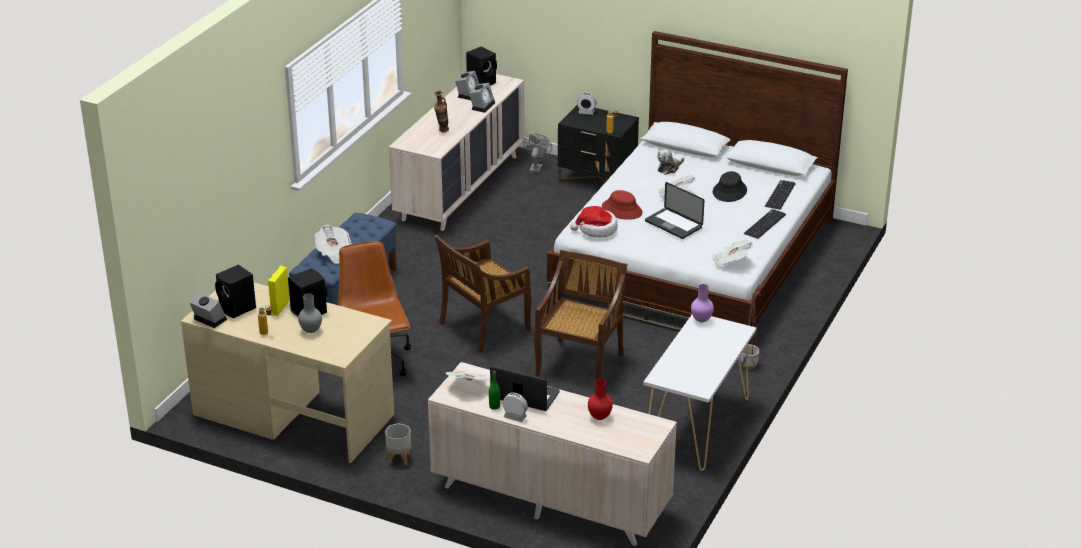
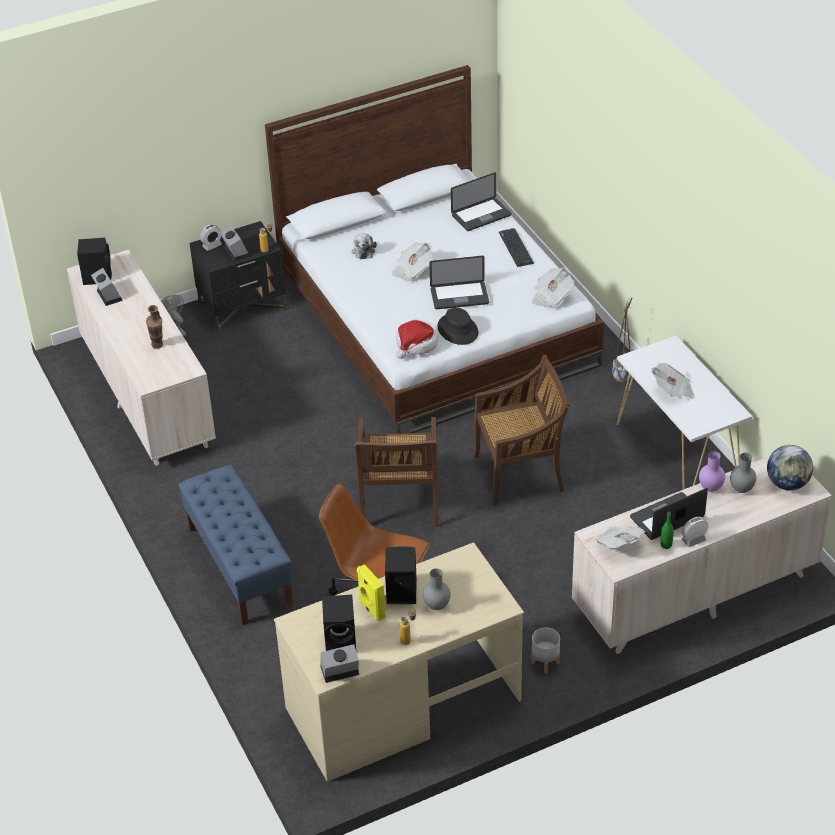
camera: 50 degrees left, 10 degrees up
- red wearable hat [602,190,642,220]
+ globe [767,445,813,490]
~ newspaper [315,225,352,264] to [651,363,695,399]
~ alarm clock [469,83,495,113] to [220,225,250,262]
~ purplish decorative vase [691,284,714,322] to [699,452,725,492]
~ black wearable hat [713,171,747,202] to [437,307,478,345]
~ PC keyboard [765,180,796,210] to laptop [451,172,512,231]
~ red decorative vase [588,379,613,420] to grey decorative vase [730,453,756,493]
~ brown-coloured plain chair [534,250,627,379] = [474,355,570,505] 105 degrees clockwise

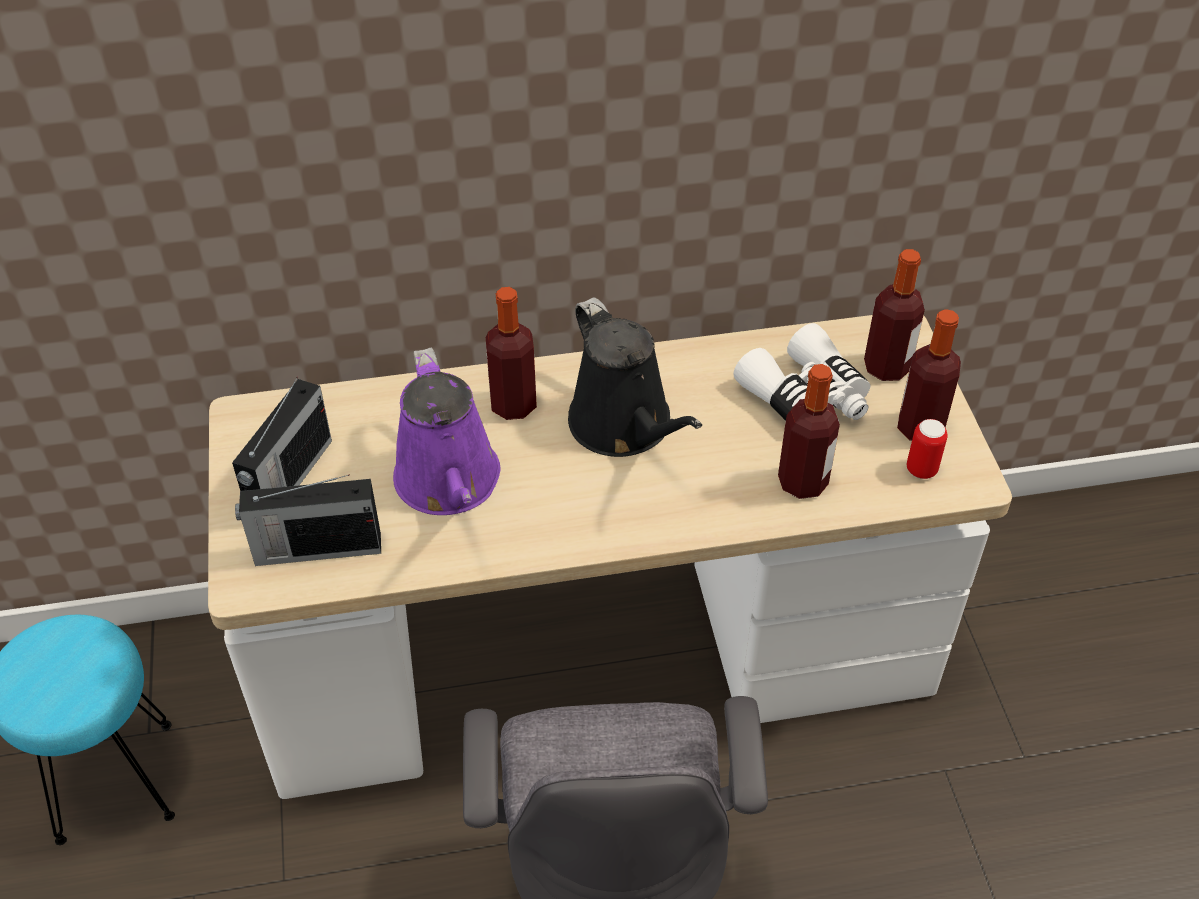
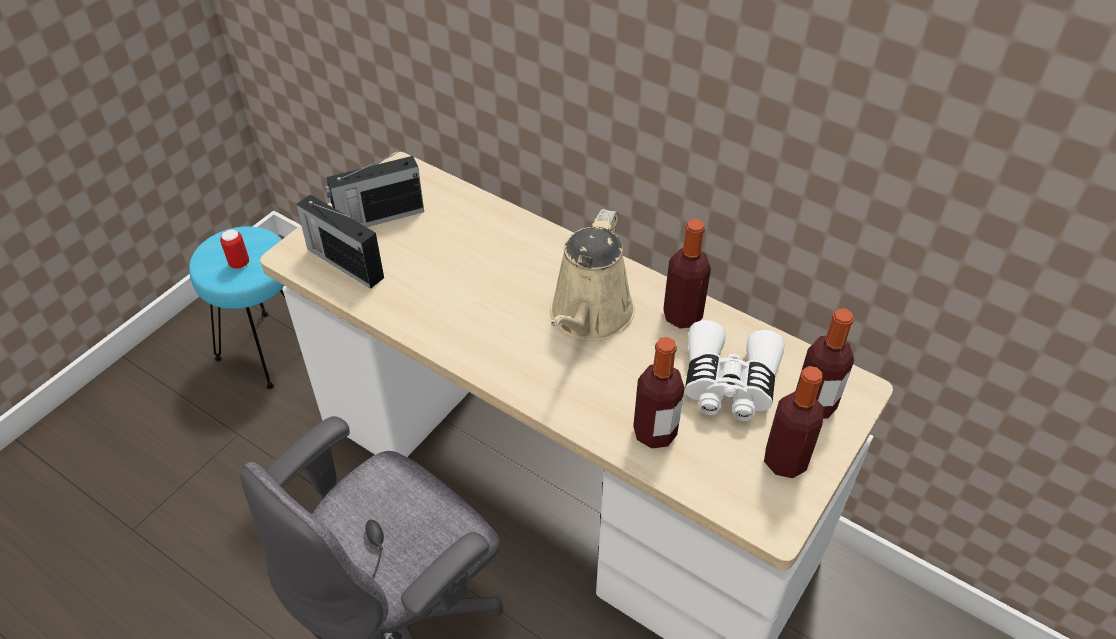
camera: 45 degrees right, 0 degrees up
- purplish sprinkling can [393,348,500,515]
~ drink bottle [486,287,537,420] to [663,219,711,329]
~ can [907,419,948,479] to [220,229,249,269]
~ black sprinkling can [568,297,702,457] to beige-coloured sprinkling can [550,209,635,341]

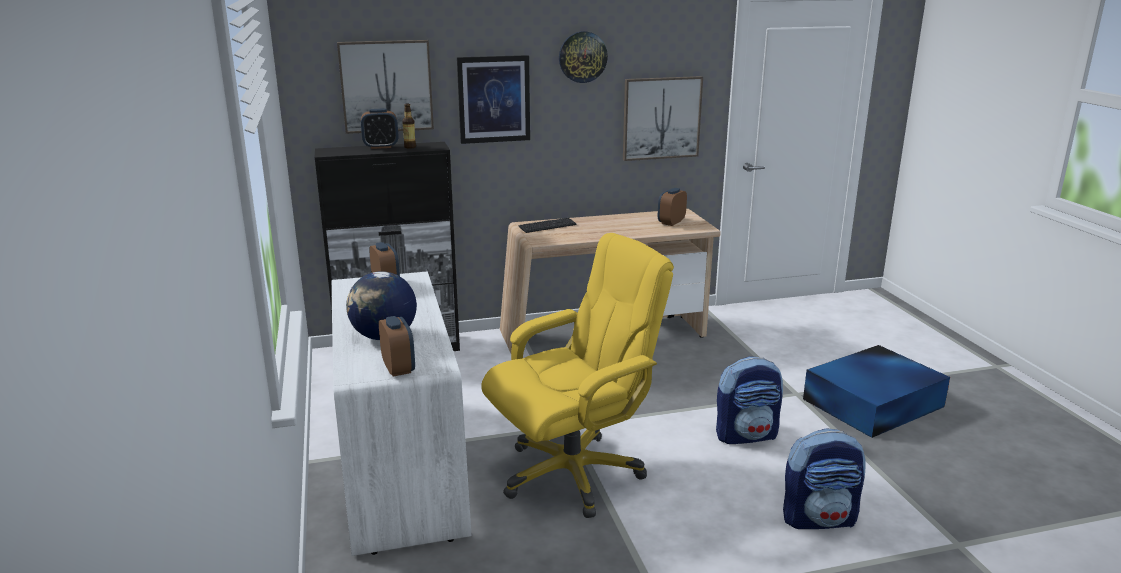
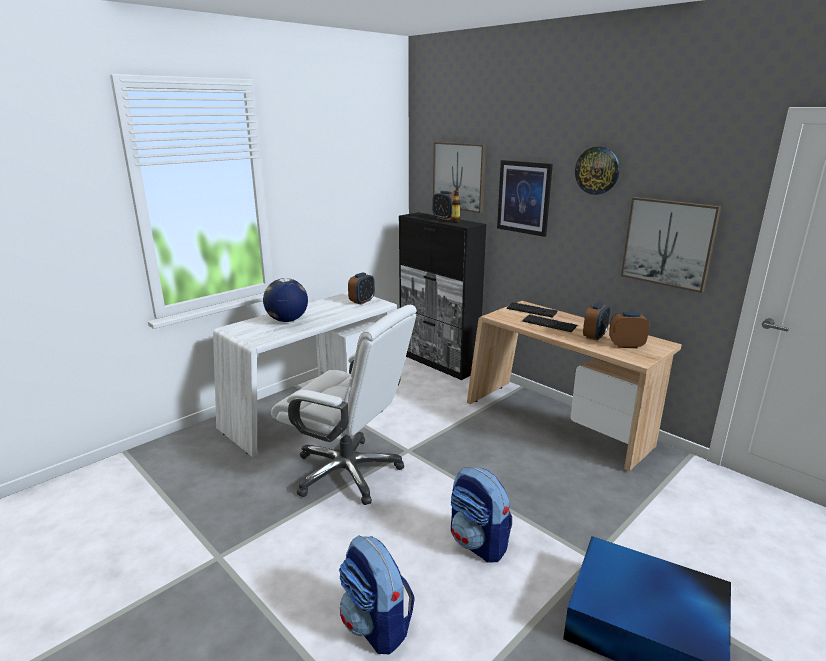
camera: 60 degrees right, 0 degrees up
+ PC keyboard [522,315,577,332]
~ alarm clock [379,316,415,377] to [583,302,610,341]
~ yellow-coloured desk chair [481,233,674,518] to white-coloured desk chair [271,305,417,505]

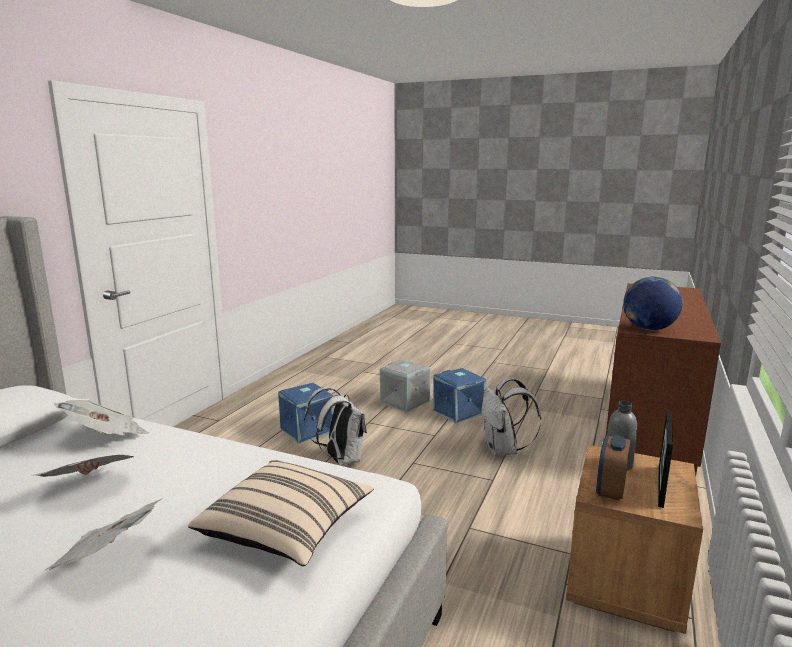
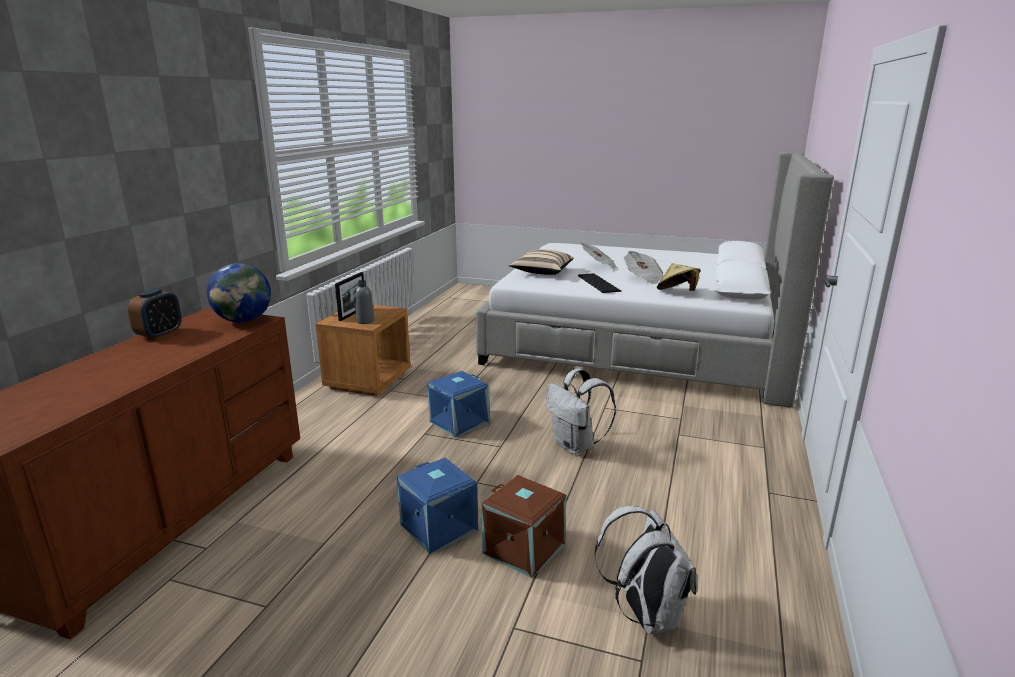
camera: 175 degrees right, 5 degrees up
+ PC keyboard [578,273,621,293]
~ bluish storage box [278,383,334,444] to [427,371,489,438]
~ white-coloured backpack [481,378,541,456] to [595,506,697,634]
~ alarm clock [596,435,630,501] to [128,289,182,339]
~ newspaper [54,400,149,435] to beige-coloured wearable hat [657,263,701,291]
~ grey storage box [380,359,430,412] to brown-coloured storage box [482,475,567,578]

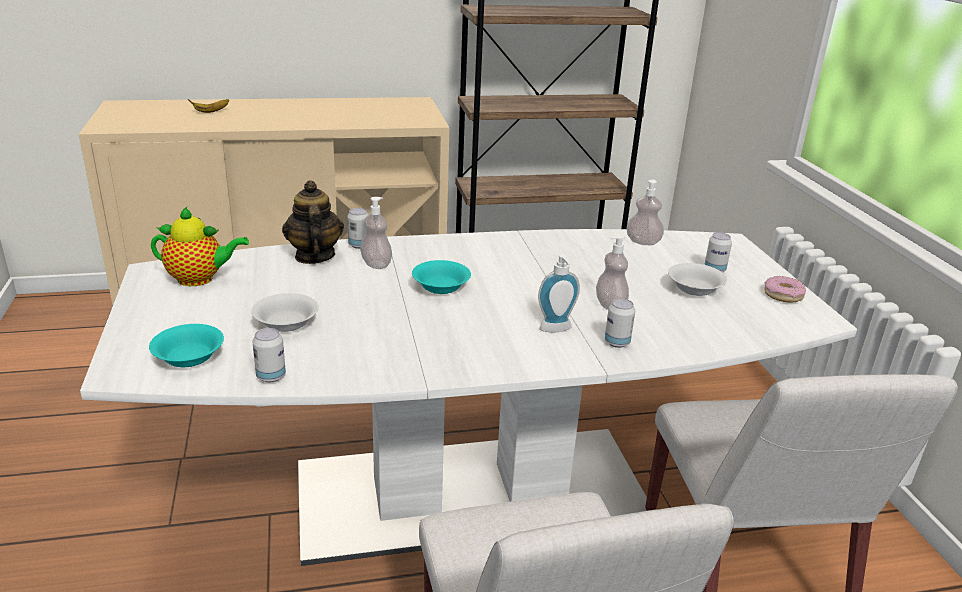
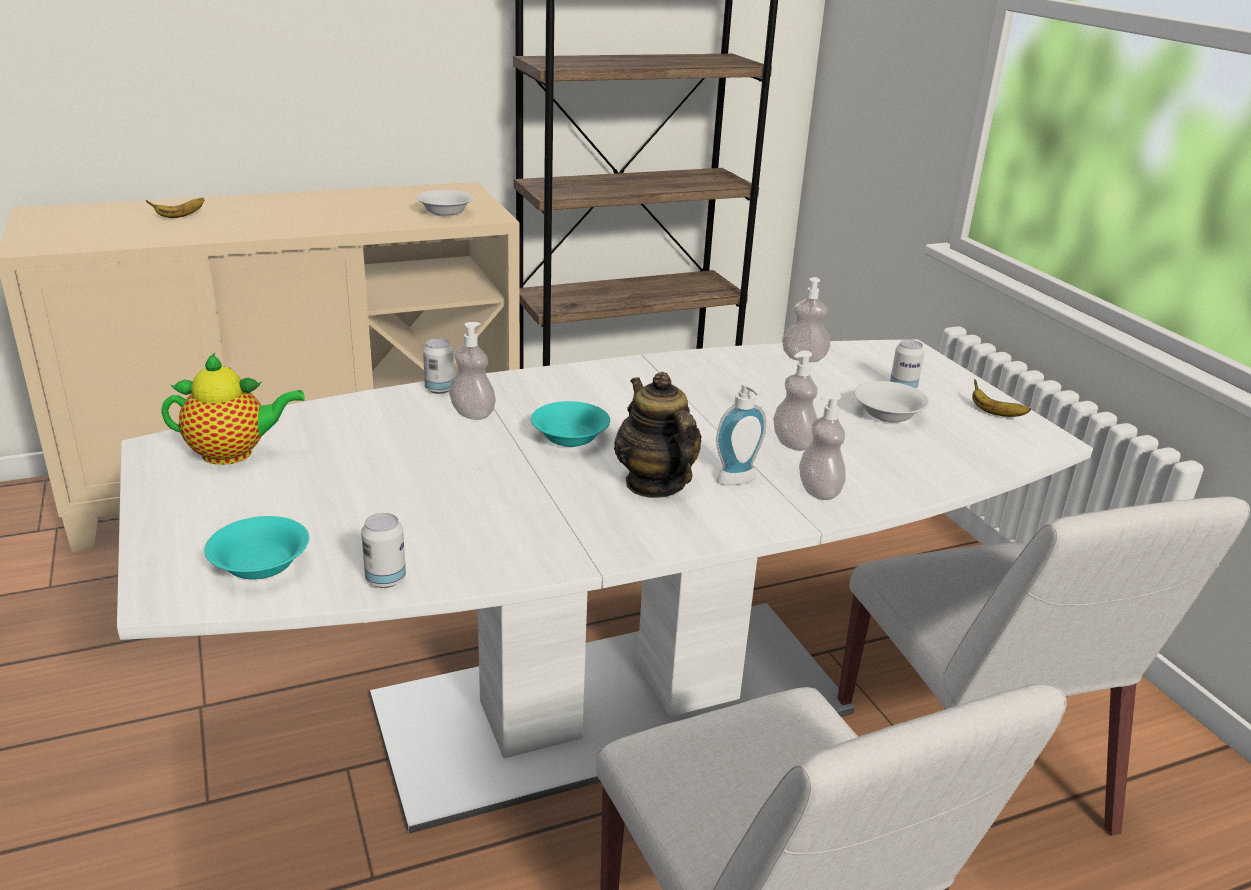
camera: 10 degrees left, 0 degrees up
~ white-coloured deep dish [252,293,319,332] to [416,190,474,216]
~ teapot [282,180,344,264] to [614,372,702,498]
~ can [605,298,635,348] to soap dispenser [799,392,846,500]
~ ring doughnut [764,276,806,303] to whole banana [972,379,1031,417]

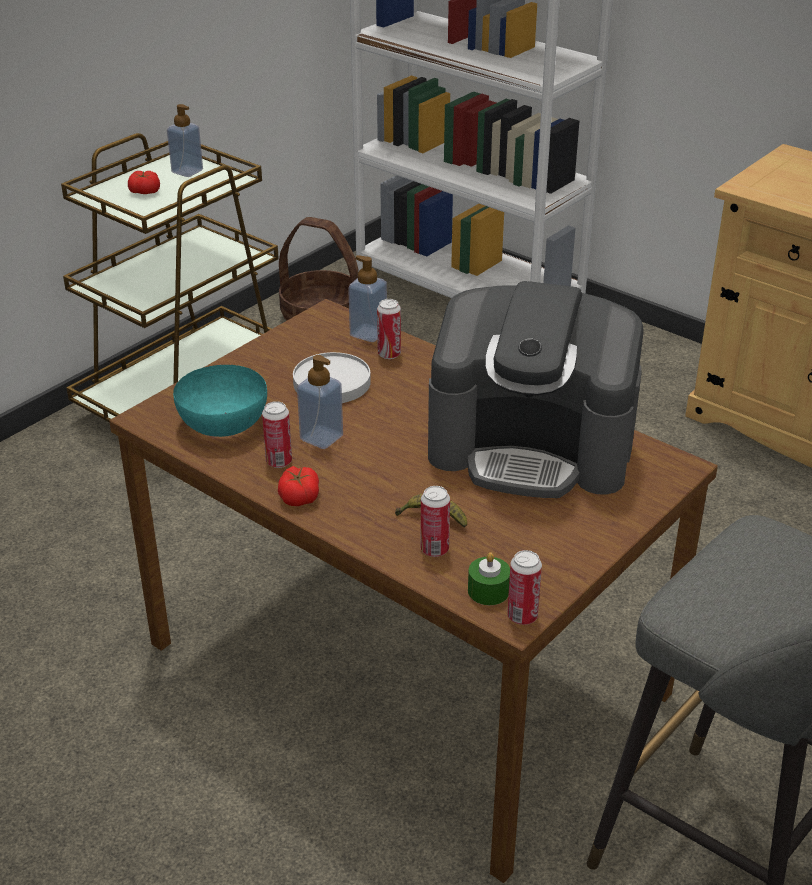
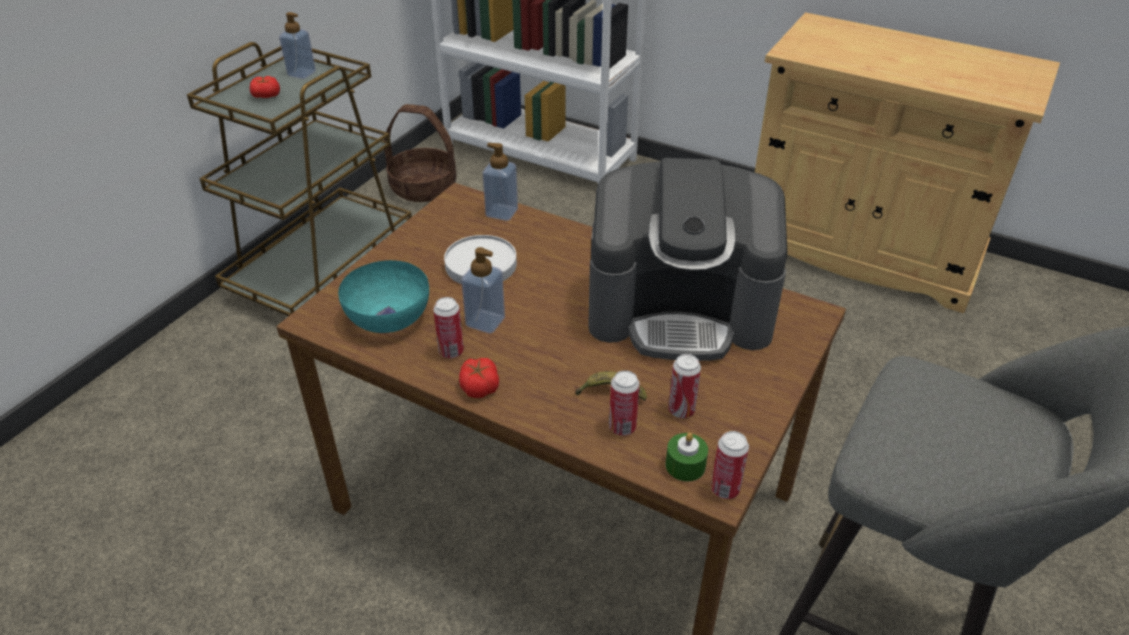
camera: 10 degrees left, 5 degrees up
~ can [377,299,401,359] to [668,354,701,418]

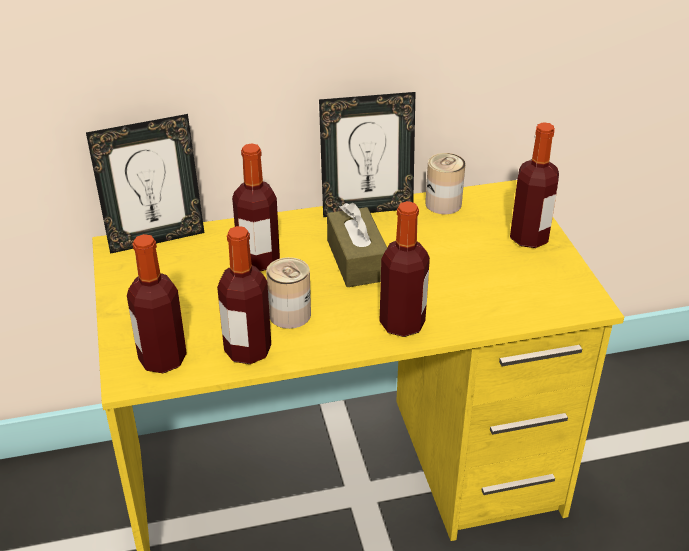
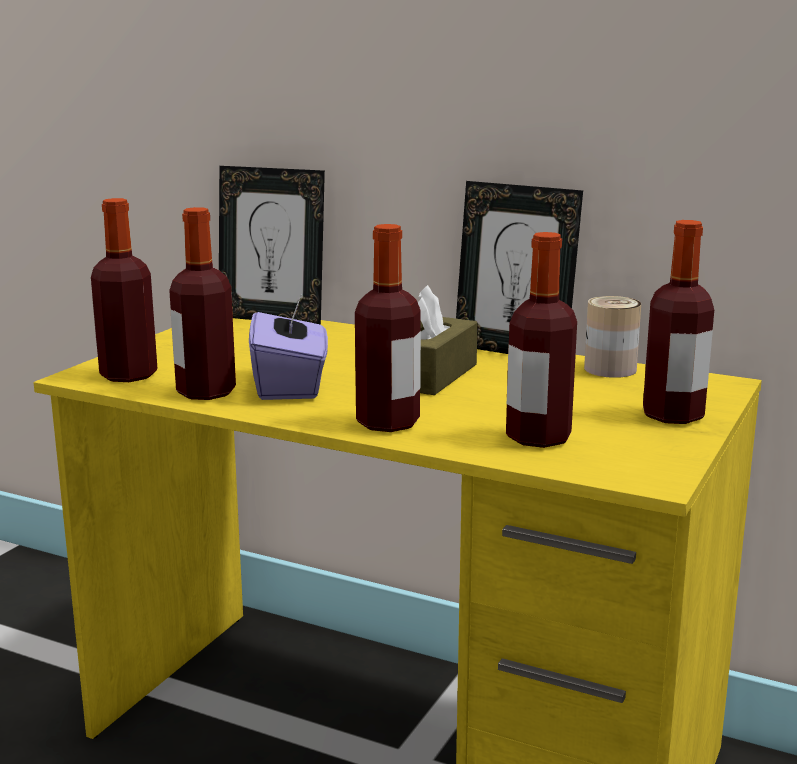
camera: 40 degrees right, 20 degrees down
~ drink bottle [232,143,280,271] to [506,232,577,448]
~ can [266,257,311,329] to purplish tissue holder [249,294,328,400]

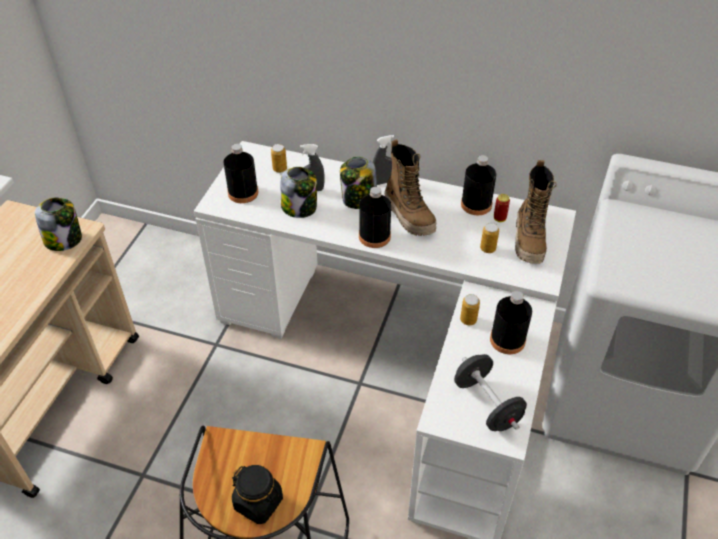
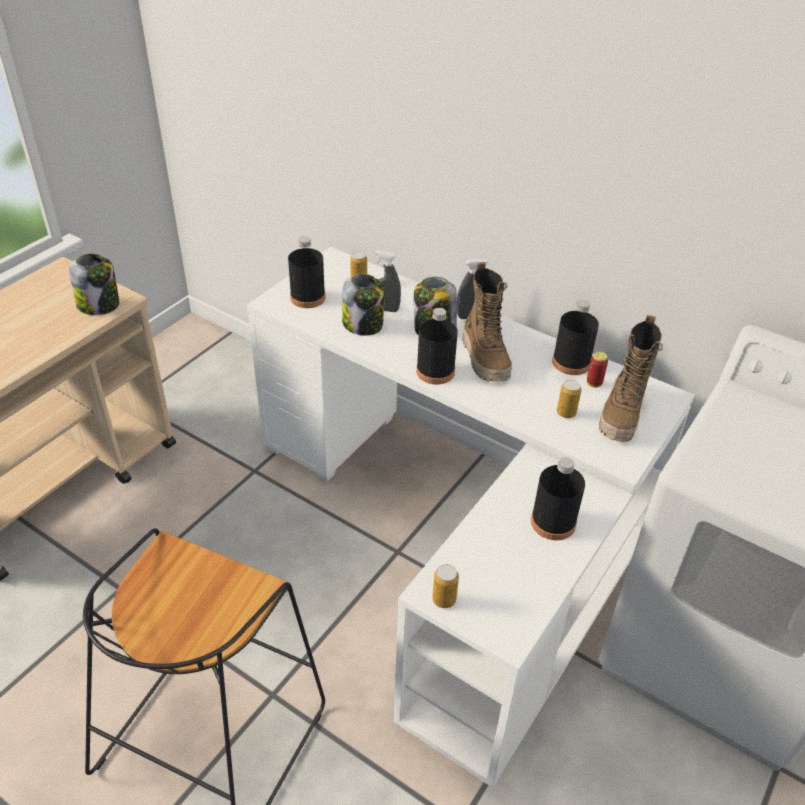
camera: 15 degrees right, 5 degrees down
- black preserve jar [232,465,283,524]
- black free weight [454,354,527,431]
~ can [460,294,480,325] to [432,564,459,608]

